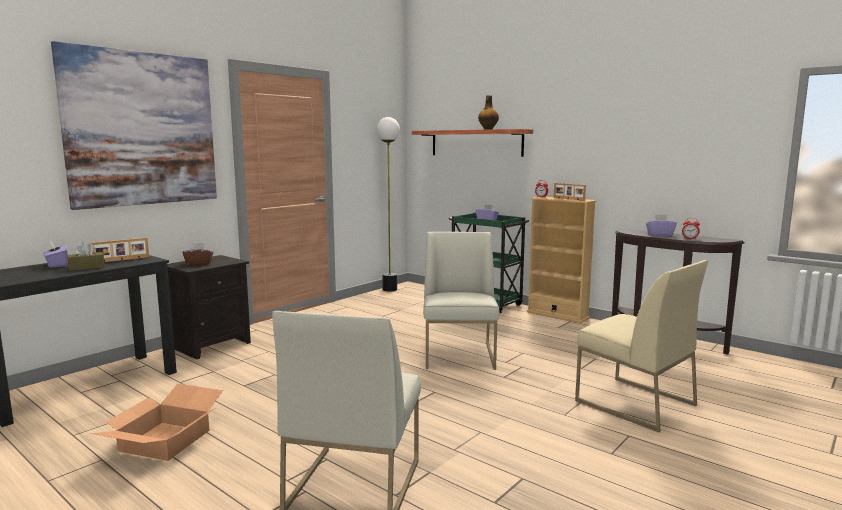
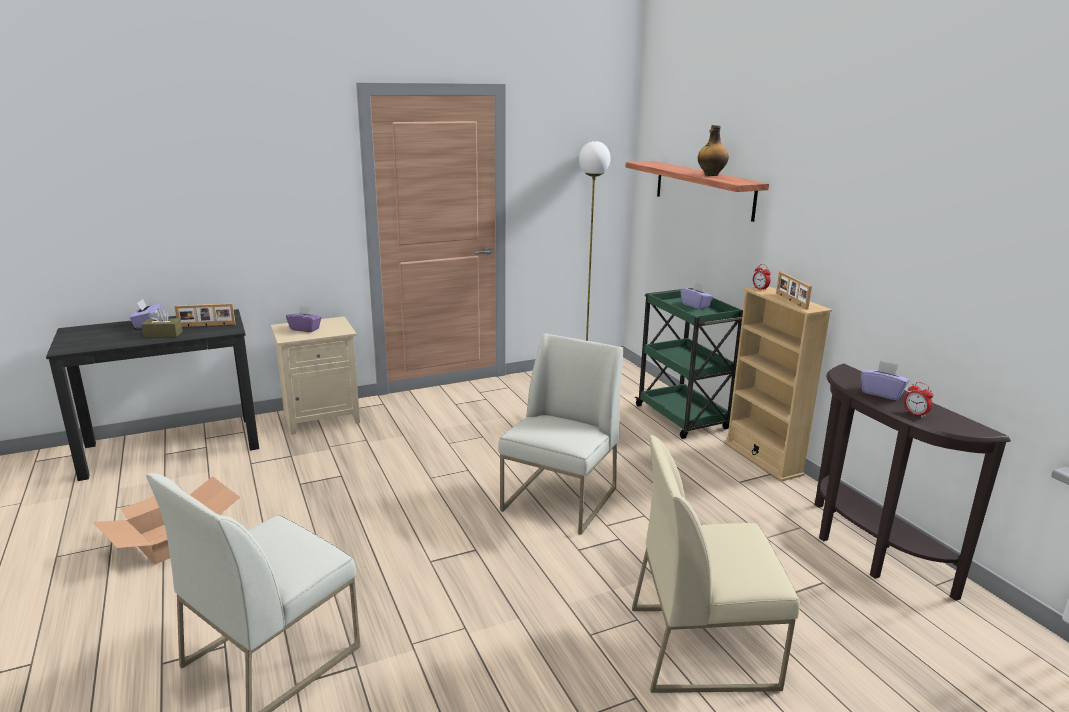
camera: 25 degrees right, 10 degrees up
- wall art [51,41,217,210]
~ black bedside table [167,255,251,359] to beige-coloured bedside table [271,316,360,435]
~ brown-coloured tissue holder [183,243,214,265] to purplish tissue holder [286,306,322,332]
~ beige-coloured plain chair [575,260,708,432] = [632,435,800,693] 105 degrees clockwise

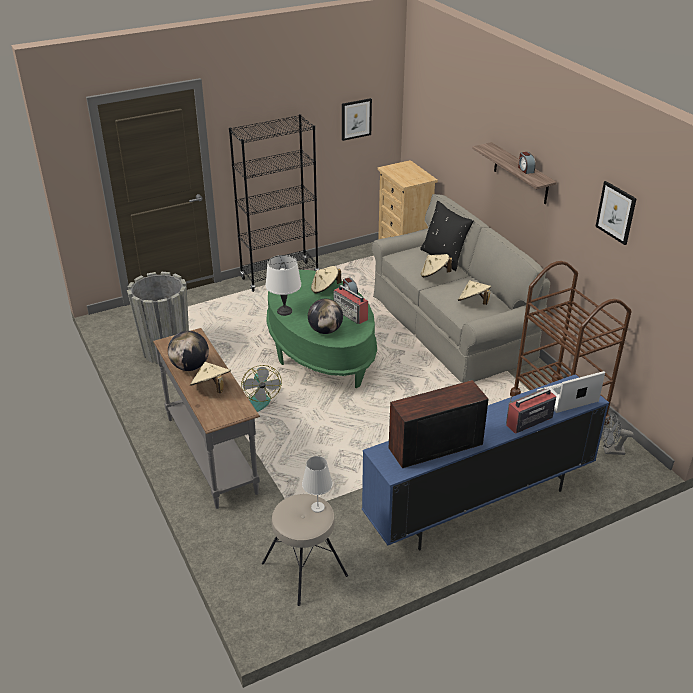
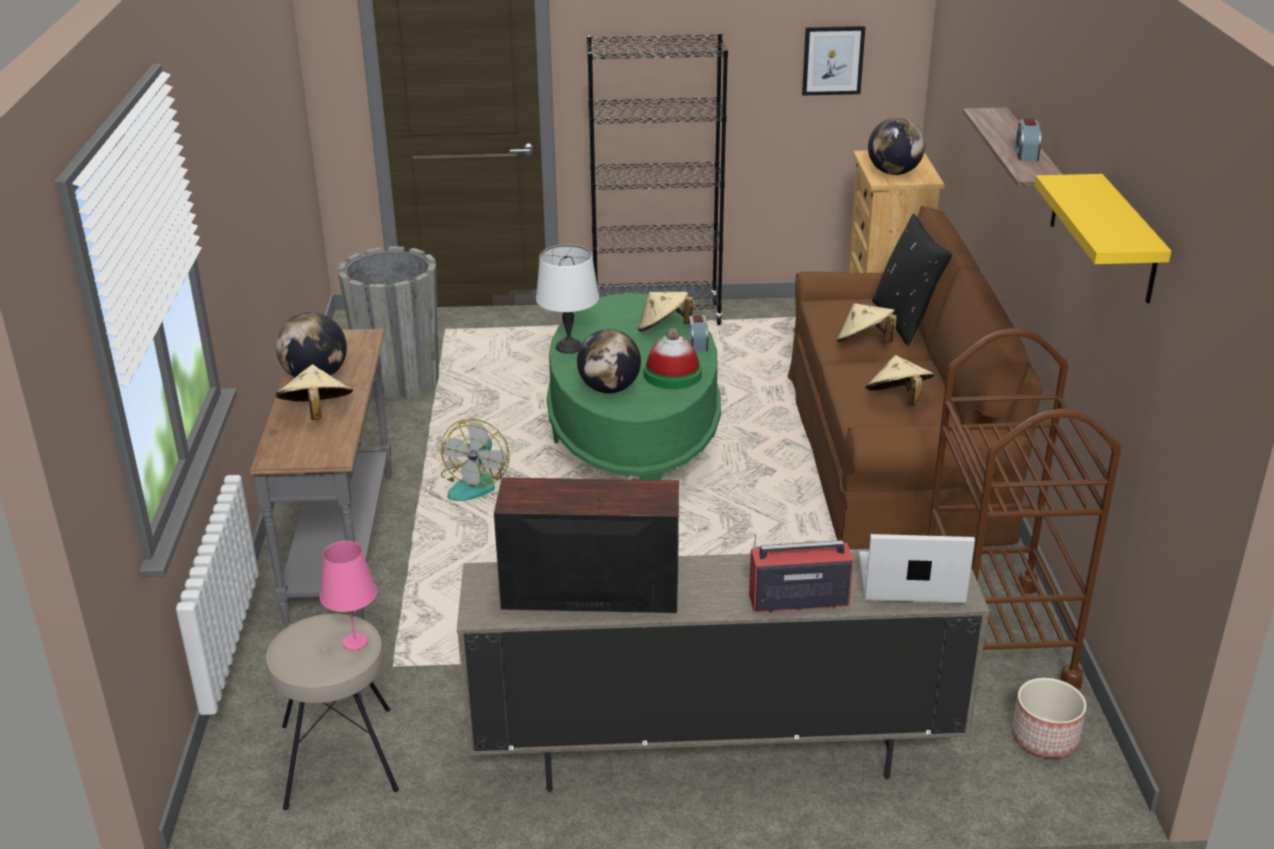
camera: 25 degrees right, 5 degrees down
+ globe [868,118,925,175]
~ radio set [333,285,368,324] to wearable hat [644,328,702,389]
~ wall art [595,181,637,245] to yellow-coloured wall shelf [1034,174,1171,303]
~ grey fan [601,413,634,455] to flower pot [1012,678,1087,758]
~ white-coloured table lamp [302,456,333,513] to pinkish table lamp [320,541,377,651]
~ bluish tv unit [362,374,609,550] to beige-coloured tv unit [457,550,989,792]
~ grey settee [372,194,550,383] to brown-coloured settee [787,206,1042,550]

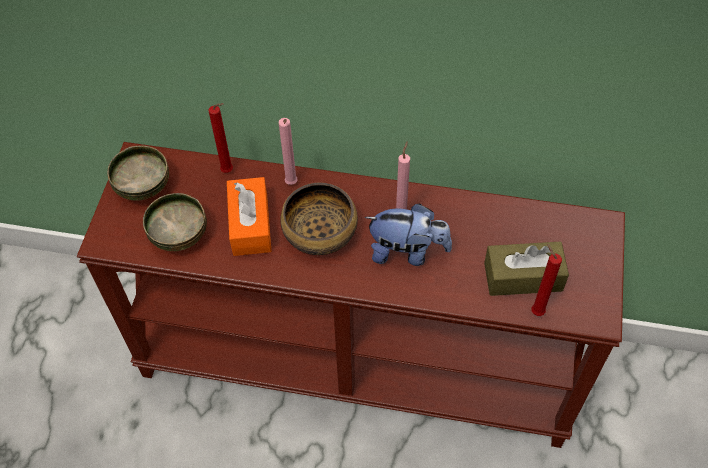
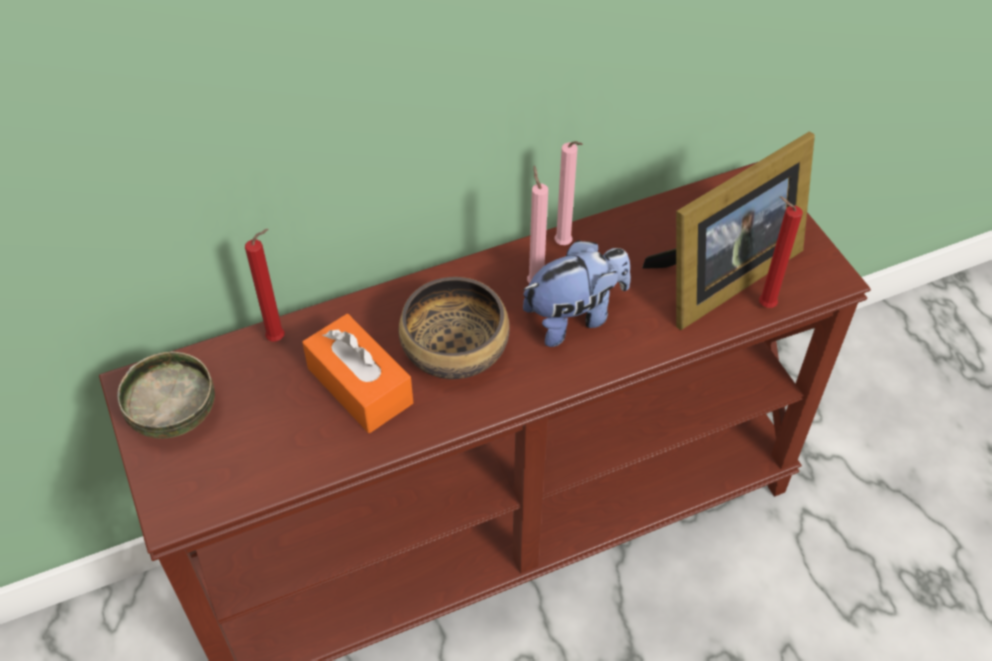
camera: 35 degrees left, 5 degrees down
- deep dish [143,193,207,251]
~ pinkish candle [278,118,298,185] to [554,141,582,245]
~ brown-coloured tissue holder [484,242,569,296] to picture frame [642,131,815,330]

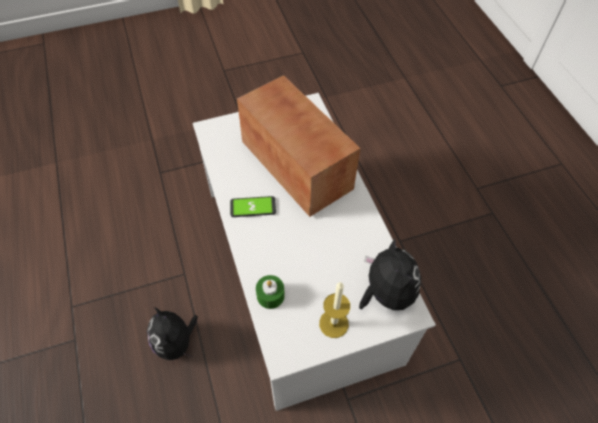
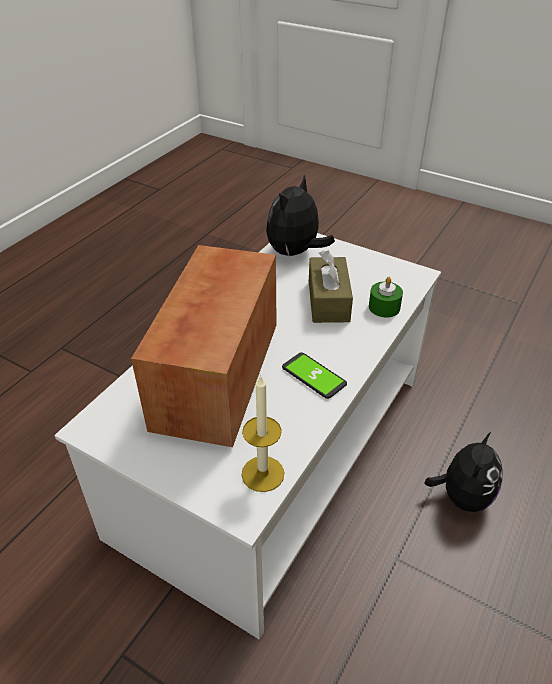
camera: 130 degrees left, 15 degrees down
+ brown-coloured tissue holder [309,250,353,323]
~ candle [319,282,350,338] to [241,375,284,492]

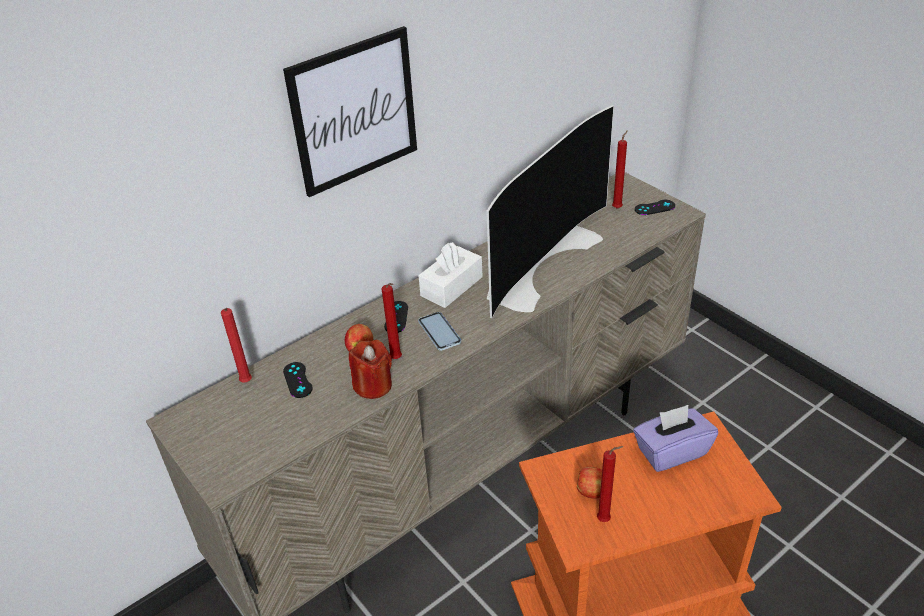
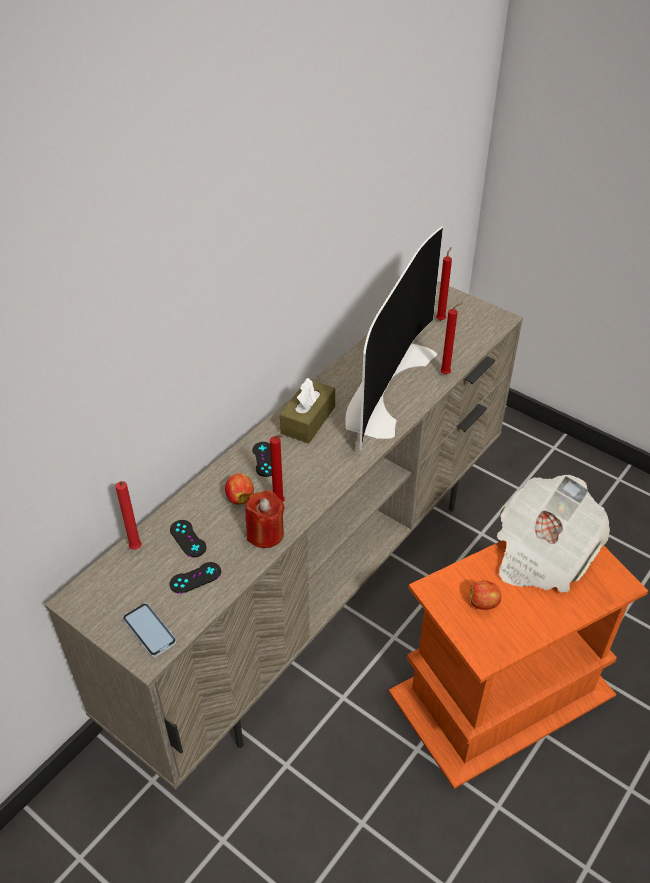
camera: 15 degrees left, 5 degrees up
- wall art [283,26,417,197]
~ phone [418,312,461,351] to [122,603,177,657]
~ red candle [597,446,624,522] to [440,302,463,374]
~ black gamepad [635,200,675,215] to [170,562,221,594]
~ purplish tissue holder [633,405,718,472] to newspaper [497,475,610,593]
~ white-coloured tissue holder [418,242,483,308] to brown-coloured tissue holder [280,378,335,444]

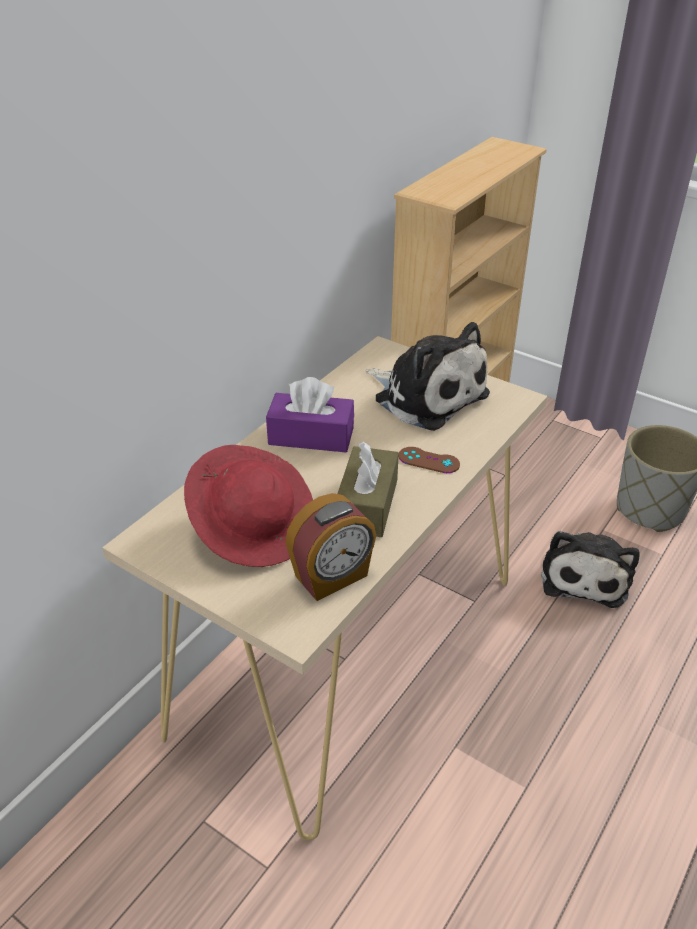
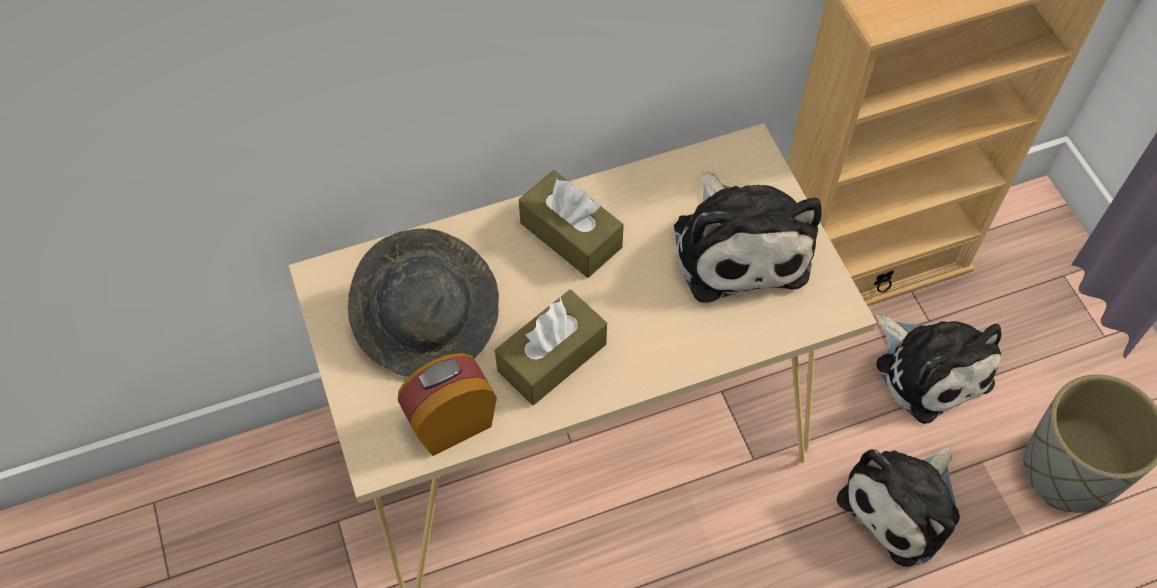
camera: 35 degrees right, 20 degrees up
- brown-coloured gamepad [398,447,460,473]
+ cuddly toy [876,315,1001,424]
~ red wearable hat [184,445,313,567] to grey wearable hat [348,228,499,377]
~ purplish tissue holder [266,377,354,452] to brown-coloured tissue holder [519,170,624,278]
~ alarm clock [285,493,376,601] = [397,353,497,456] 150 degrees clockwise

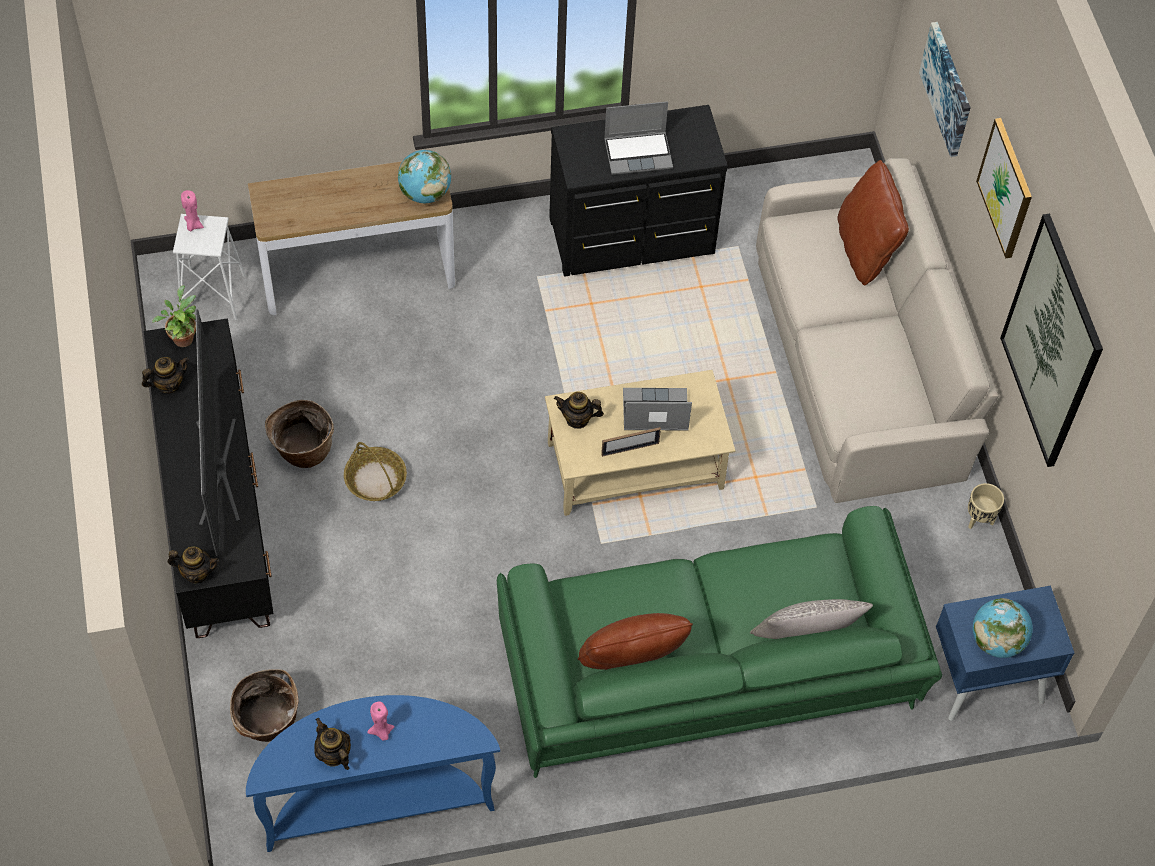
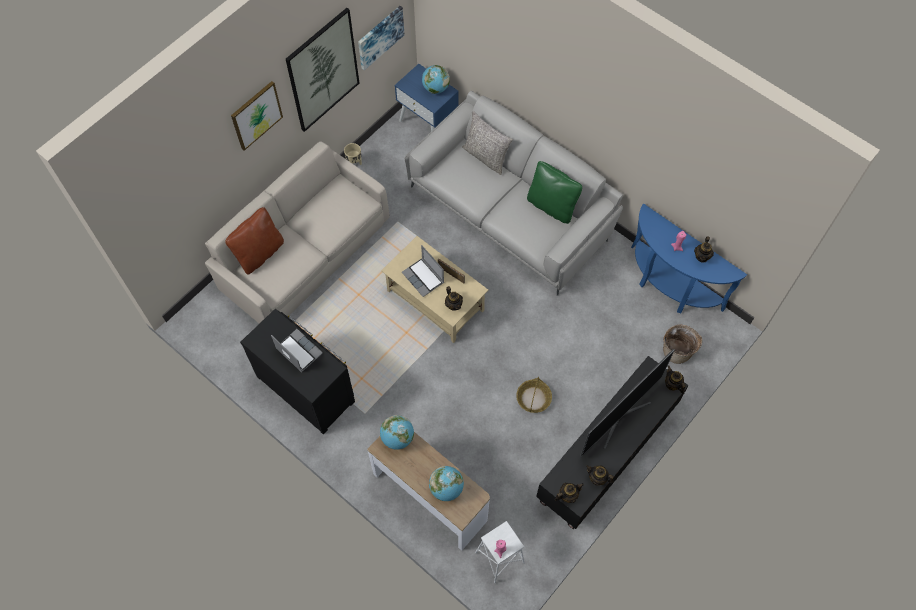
camera: 125 degrees left, 5 degrees up
- household basket [265,400,334,468]
+ globe [429,466,464,501]
~ wall art [919,22,971,157] to [358,6,404,70]
~ plant in a pot [152,285,196,347] to teapot [555,483,584,503]
~ greenish settee [497,506,942,778] to grey settee [405,91,623,295]
~ brown-coloured cushion [578,613,693,670] to greenish cushion [527,161,582,224]

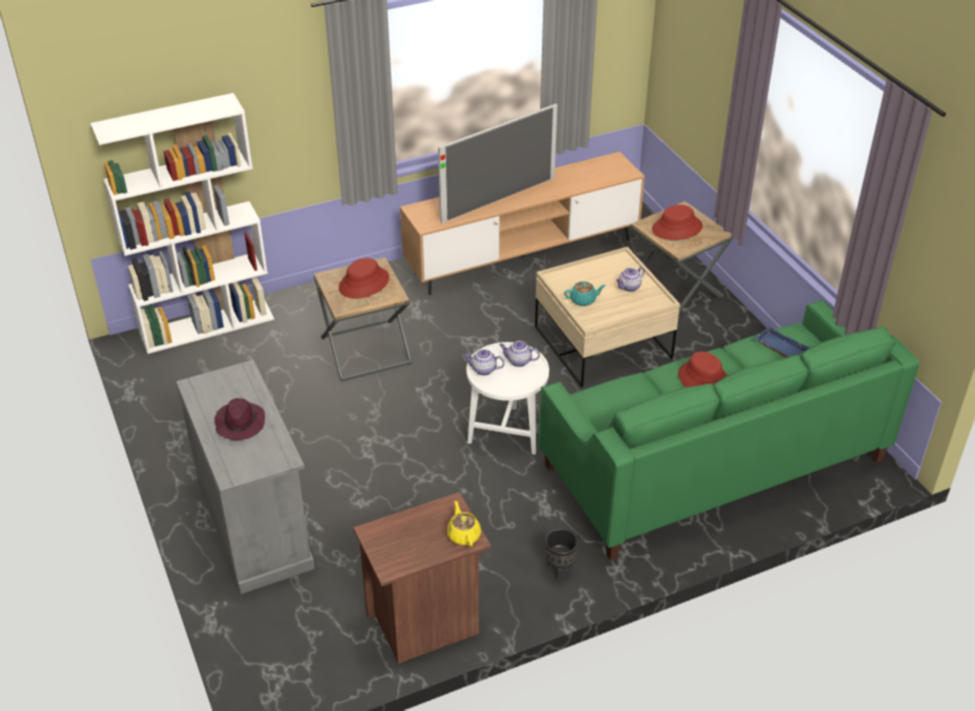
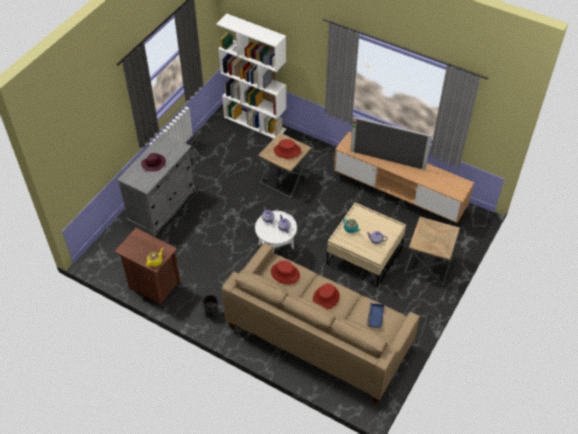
camera: 55 degrees right, 10 degrees up
~ red wearable hat [652,205,703,240] to [271,260,300,284]
~ greenish settee [538,300,919,560] to beige-coloured settee [222,242,420,404]

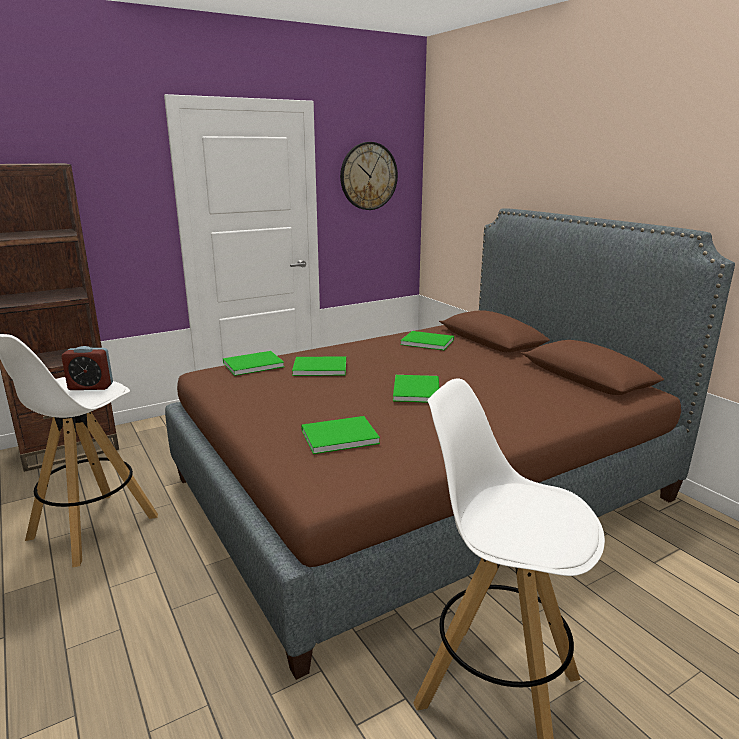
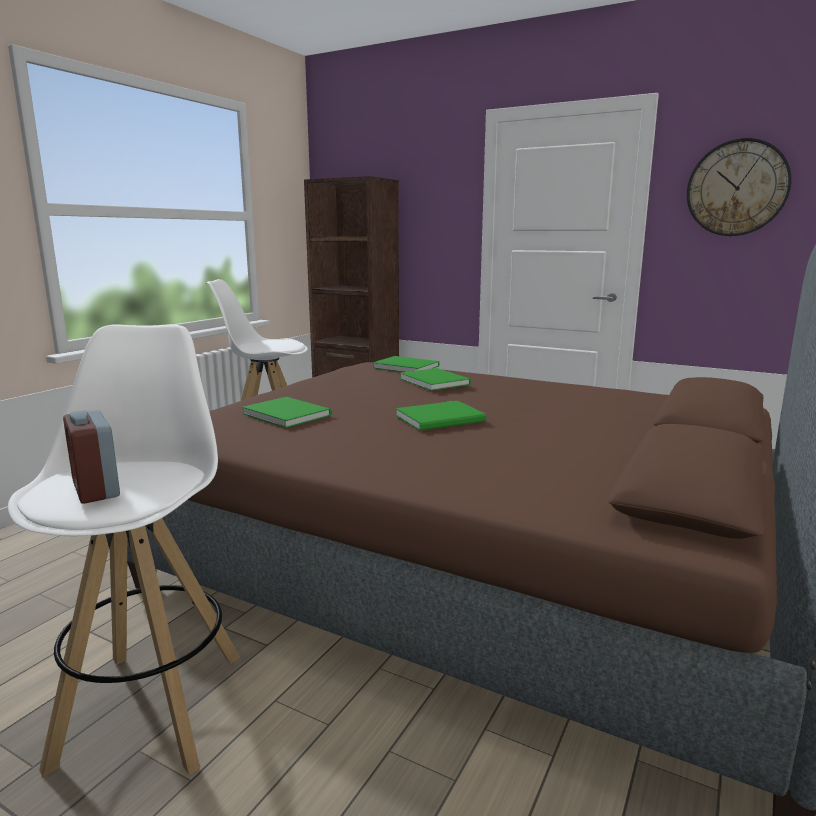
camera: 60 degrees right, 5 degrees down
- greenish book [400,331,454,350]
~ alarm clock [61,346,113,390] to [63,410,120,504]

